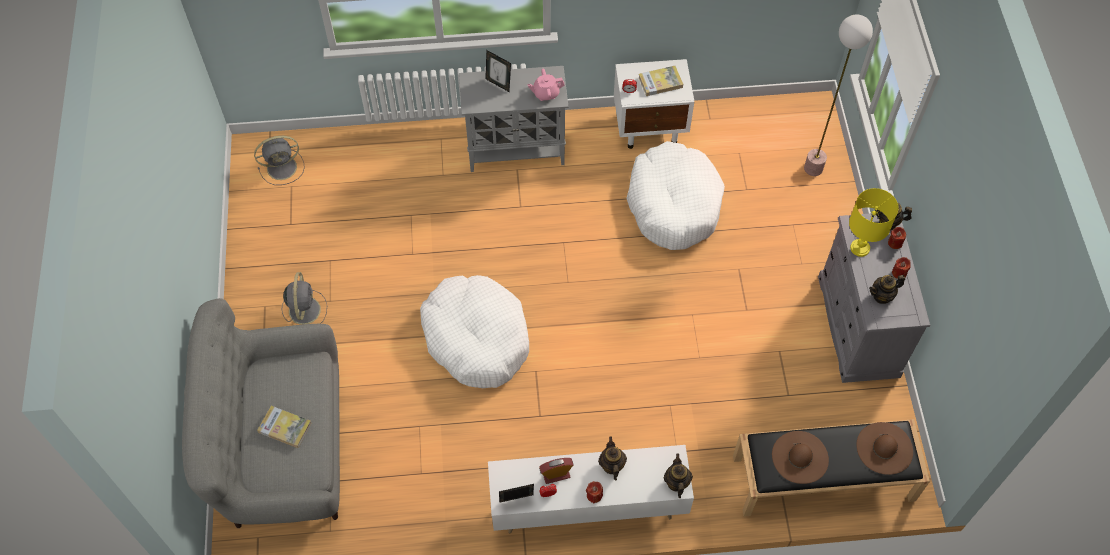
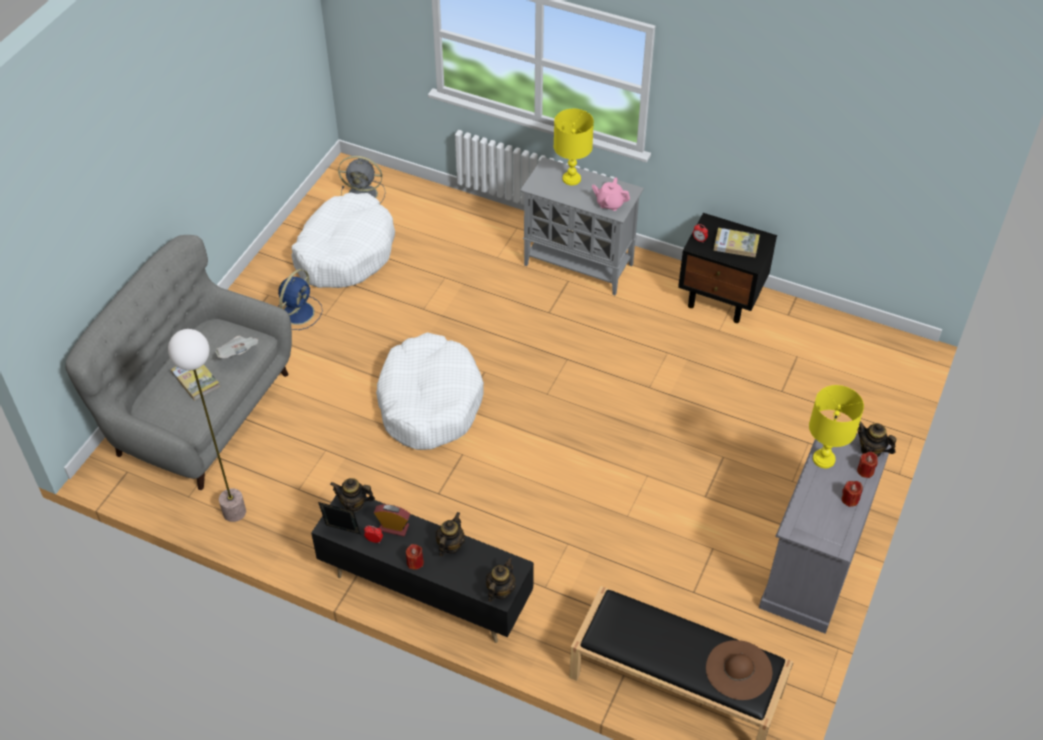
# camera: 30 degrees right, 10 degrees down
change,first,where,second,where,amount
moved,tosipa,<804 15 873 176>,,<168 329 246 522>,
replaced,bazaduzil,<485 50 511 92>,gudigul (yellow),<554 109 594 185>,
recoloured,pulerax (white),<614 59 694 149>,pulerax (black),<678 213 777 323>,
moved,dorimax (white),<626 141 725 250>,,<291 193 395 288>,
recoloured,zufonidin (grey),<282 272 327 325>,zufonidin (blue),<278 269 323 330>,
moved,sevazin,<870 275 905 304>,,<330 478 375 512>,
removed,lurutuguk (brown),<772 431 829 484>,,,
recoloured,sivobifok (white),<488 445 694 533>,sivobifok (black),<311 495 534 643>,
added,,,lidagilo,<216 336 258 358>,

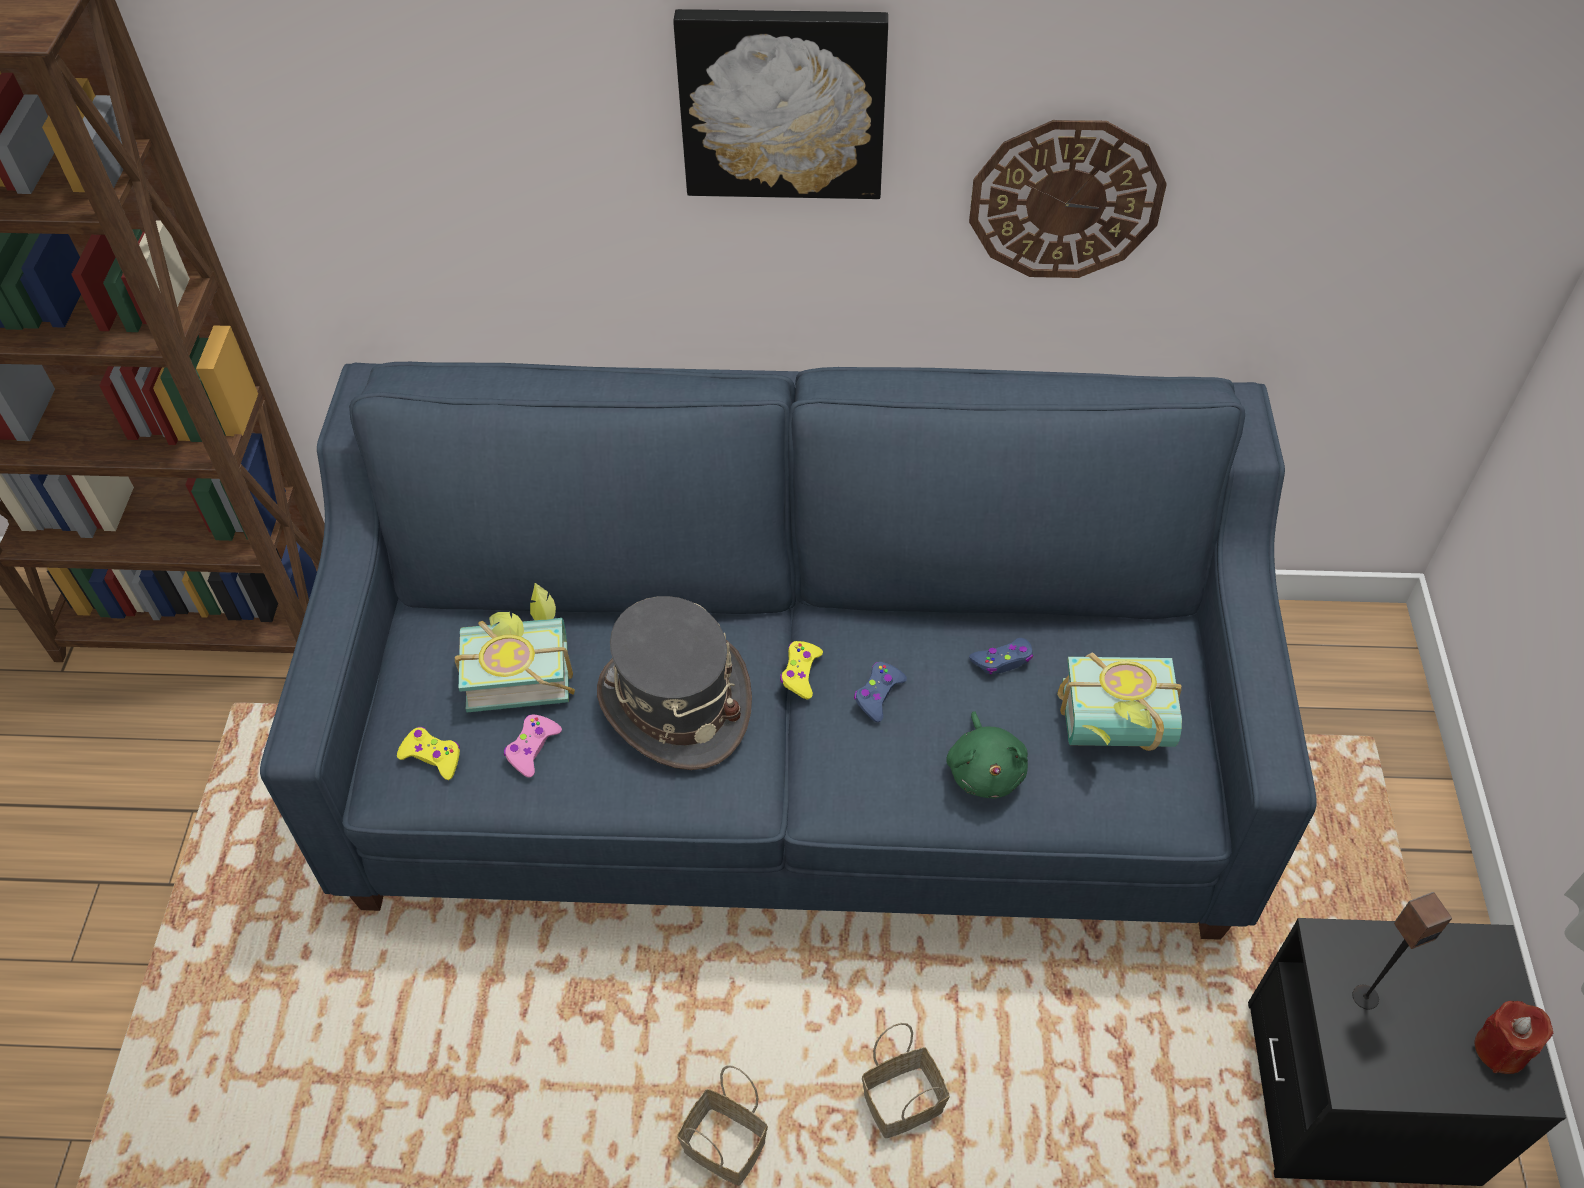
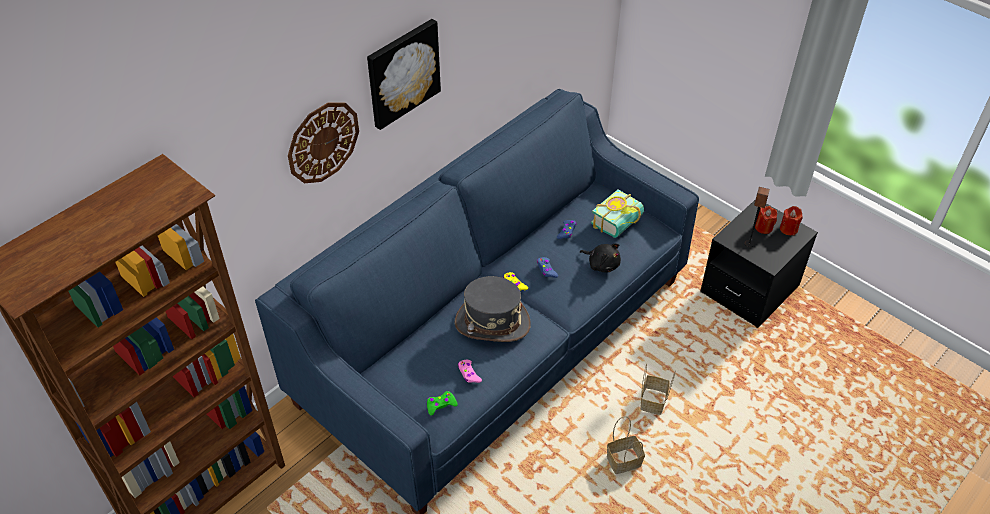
# camera: 50 degrees left, 5 degrees down
change,first,where,second,where,amount
moved,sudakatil,<969 120 1167 278>,,<288 103 359 183>,
removed,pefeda,<455 583 575 712>,,,
recoloured,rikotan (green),<946 711 1028 799>,rikotan (black),<580 243 621 273>,
recoloured,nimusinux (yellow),<397 727 460 780>,nimusinux (green),<427 391 458 415>,
added,,,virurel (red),<755 206 777 234>,

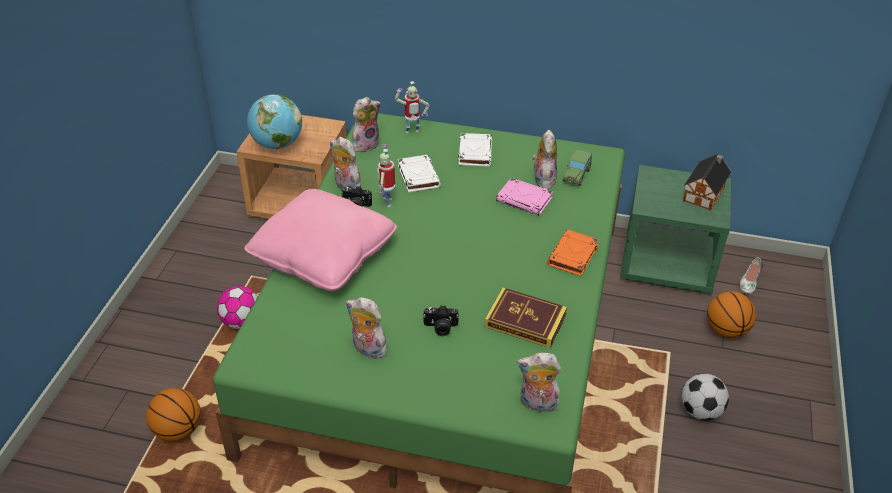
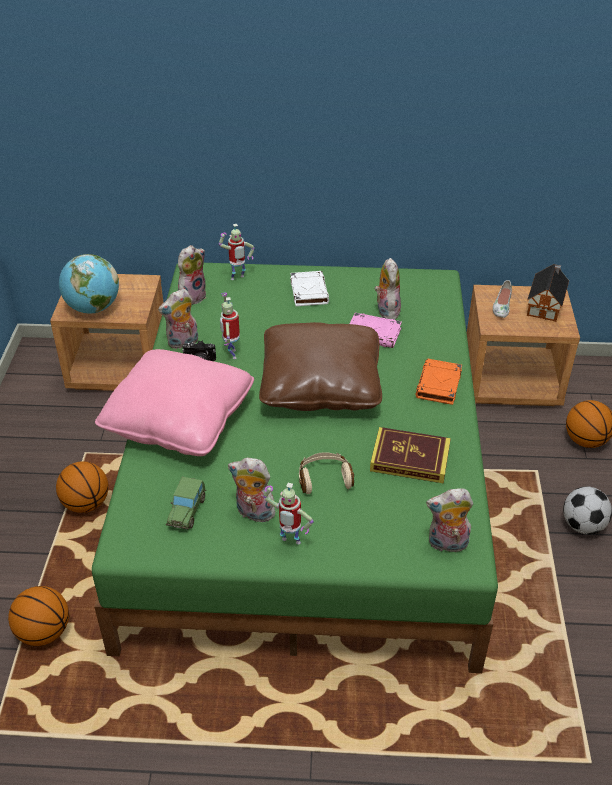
# camera: 10 degrees left, 0 degrees up
change,first,where,second,where,amount
turned,rikotan,<330 137 362 190>,,<158 289 198 349>,60 degrees counterclockwise
moved,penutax,<562 149 592 186>,,<166 477 206 530>,
removed,pefeda (white),<398 155 441 192>,,,
recoloured,pulerax (green),<620 165 731 293>,pulerax (brown),<467 285 580 406>,
moved,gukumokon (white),<740 257 761 294>,,<493 280 512 318>,
replaced,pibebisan,<217 286 258 329>,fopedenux,<56 461 108 513>,
replaced,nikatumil,<423 305 459 336>,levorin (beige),<299 452 354 494>,
added,,,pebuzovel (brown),<259 322 382 411>,
added,,,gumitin,<263 483 314 545>,

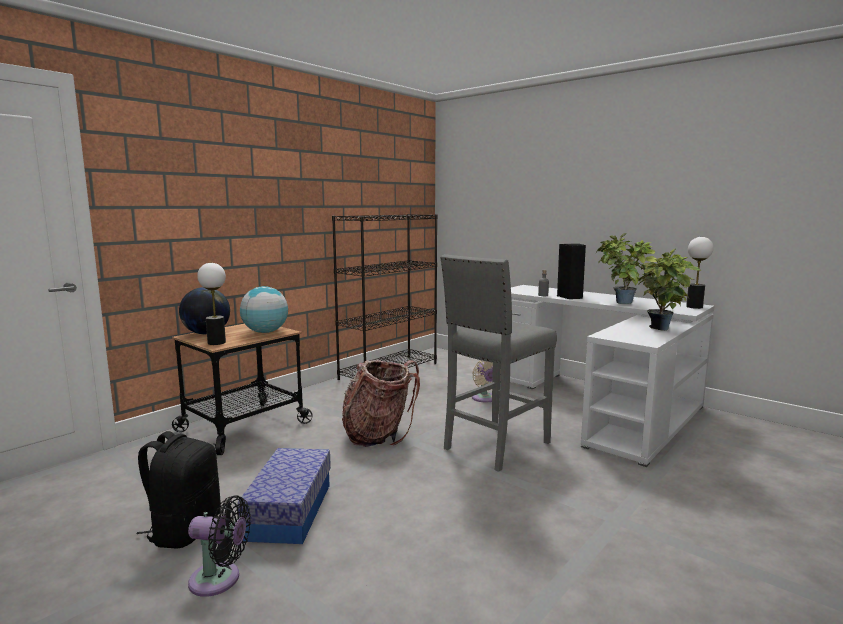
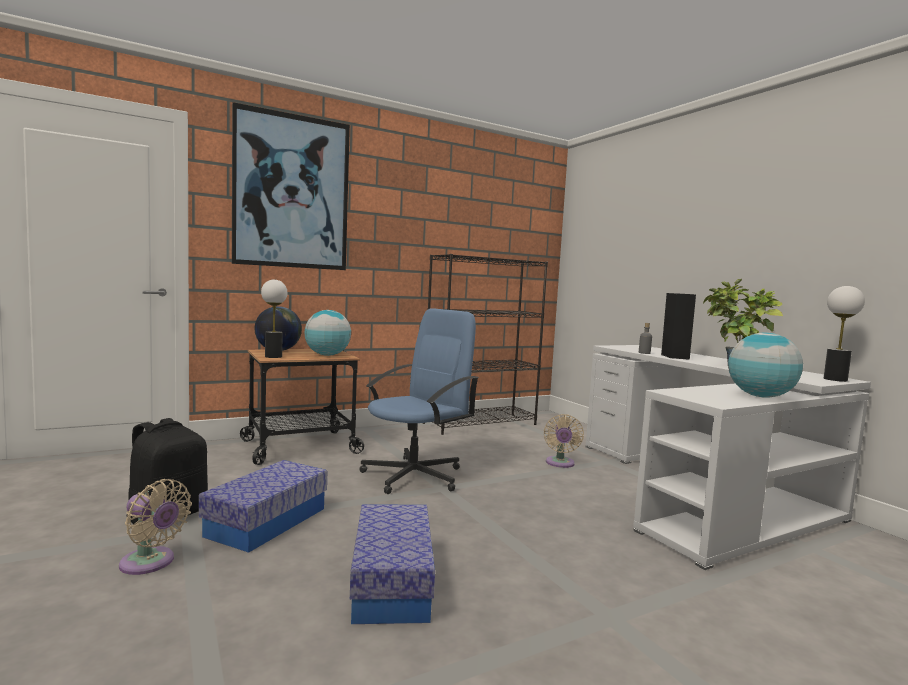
# camera: 20 degrees right, 5 degrees down
change,first,where,second,where,amount
replaced,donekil,<638 249 701 331>,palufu,<728 333 803 398>,
removed,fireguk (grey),<440 254 557 472>,,,
replaced,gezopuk,<342 360 420 447>,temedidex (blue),<359 308 479 494>,
recoloured,zufonidin (black),<188 495 251 597>,zufonidin (beige),<119 479 192 575>,
added,,,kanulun,<232 102 350 270>,
added,,,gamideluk,<350 504 435 624>,

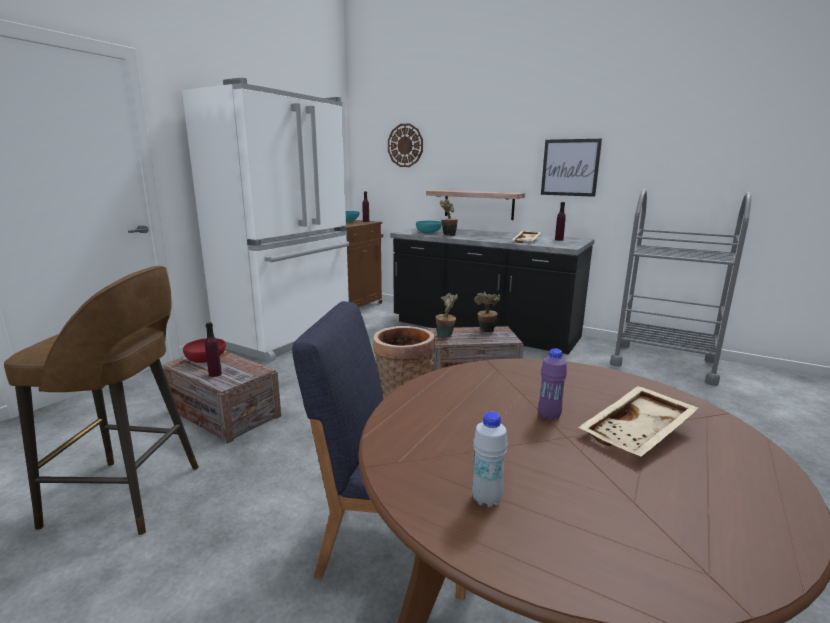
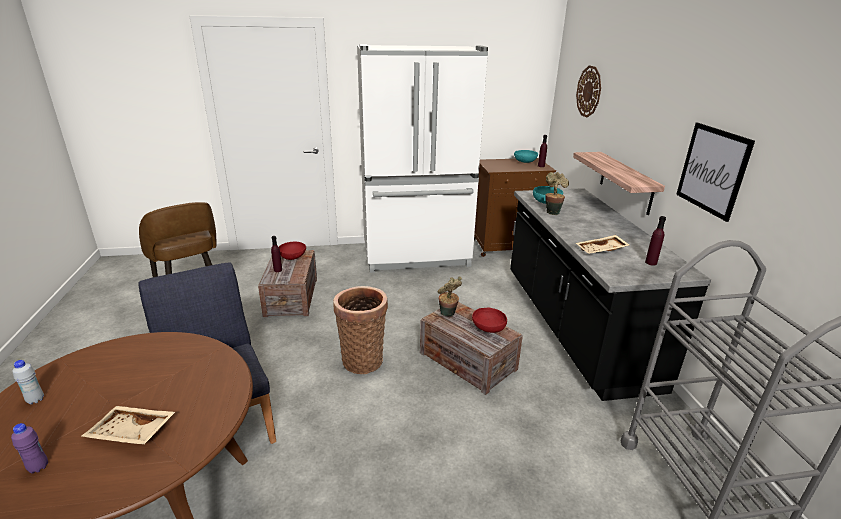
# camera: 50 degrees right, 10 degrees up
change,first,where,second,where,amount
replaced,donekil,<474 292 500 332>,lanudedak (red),<472 308 507 333>,
moved,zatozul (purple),<538 348 567 421>,,<11 423 48 473>,

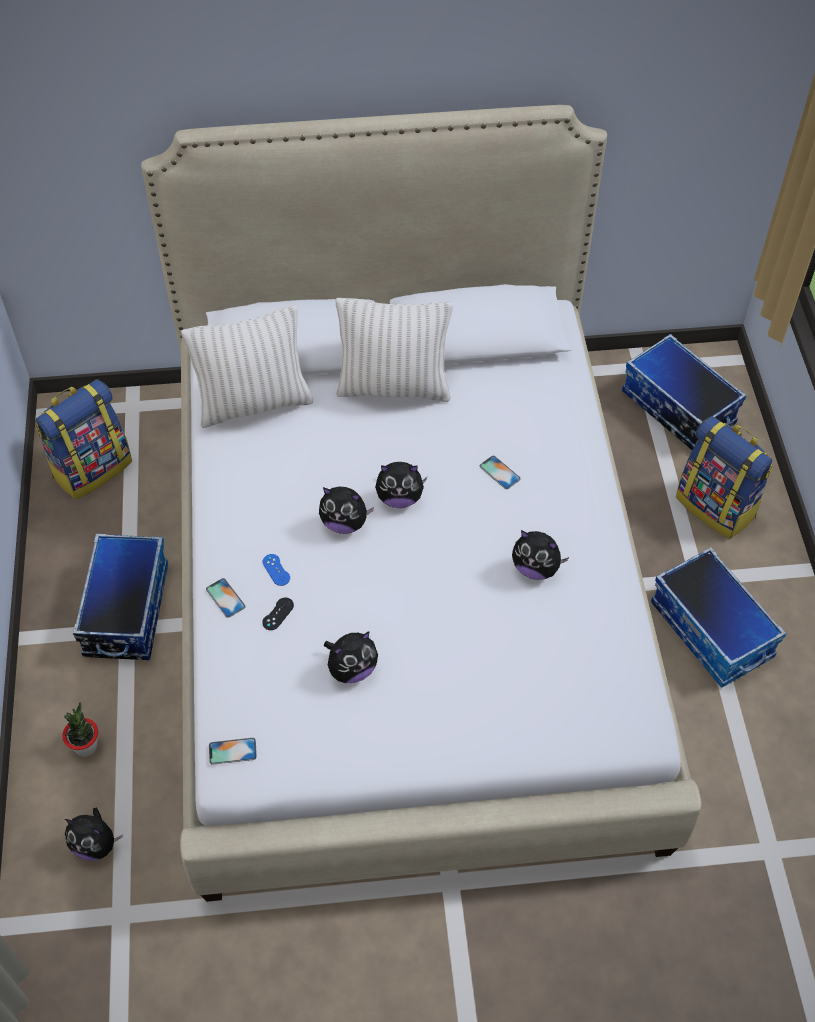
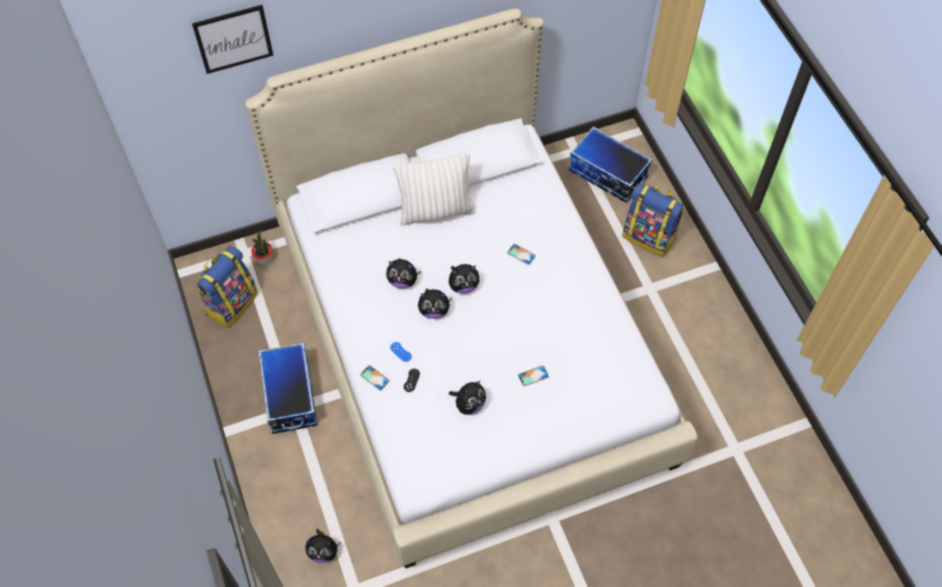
# camera: 15 degrees left, 5 degrees up
change,first,where,second,where,amount
removed,pebuzovel (white),<181 305 313 428>,,,
moved,rikotan,<512 530 569 580>,,<386 258 422 289>,
removed,gamideluk,<651 547 787 688>,,,
moved,donekil,<62 702 98 757>,,<251 230 272 265>,
moved,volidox,<209 738 257 765>,,<518 366 549 386>,
added,,,kanulun,<192 5 274 74>,

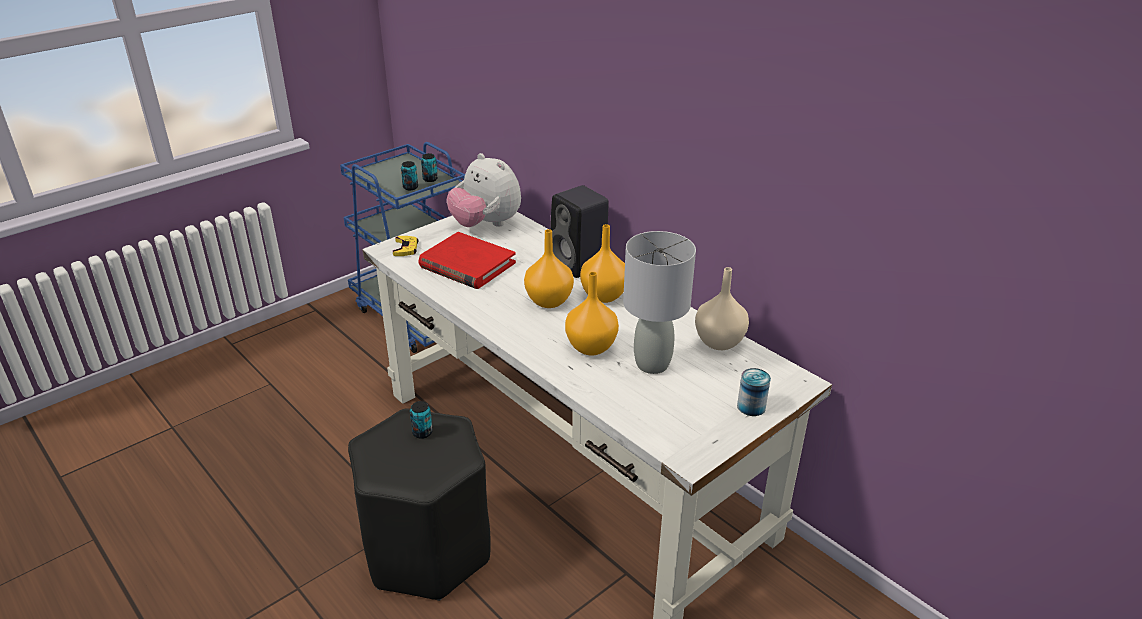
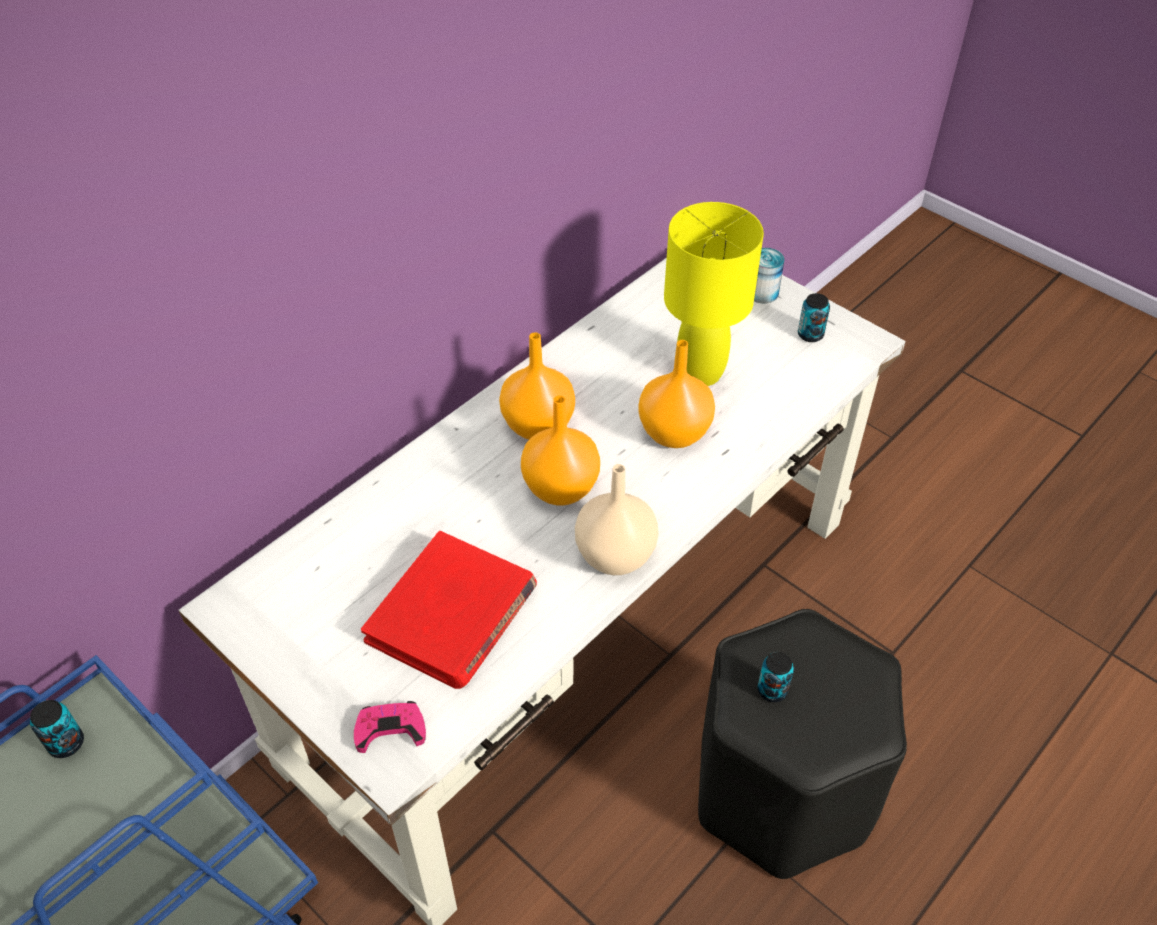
# camera: 95 degrees left, 15 degrees up
change,first,where,second,where,amount
removed,rikotan,<447 153 521 227>,,,
moved,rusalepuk,<401 161 418 191>,,<798 293 830 342>,
removed,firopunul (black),<550 185 609 278>,,,
recoloured,gudigul (grey),<623 231 696 374>,gudigul (yellow),<664 202 764 386>,
recoloured,nimusinux (yellow),<393 236 418 256>,nimusinux (pink),<354 701 426 753>,
moved,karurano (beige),<695 267 749 350>,,<575 464 659 575>,

